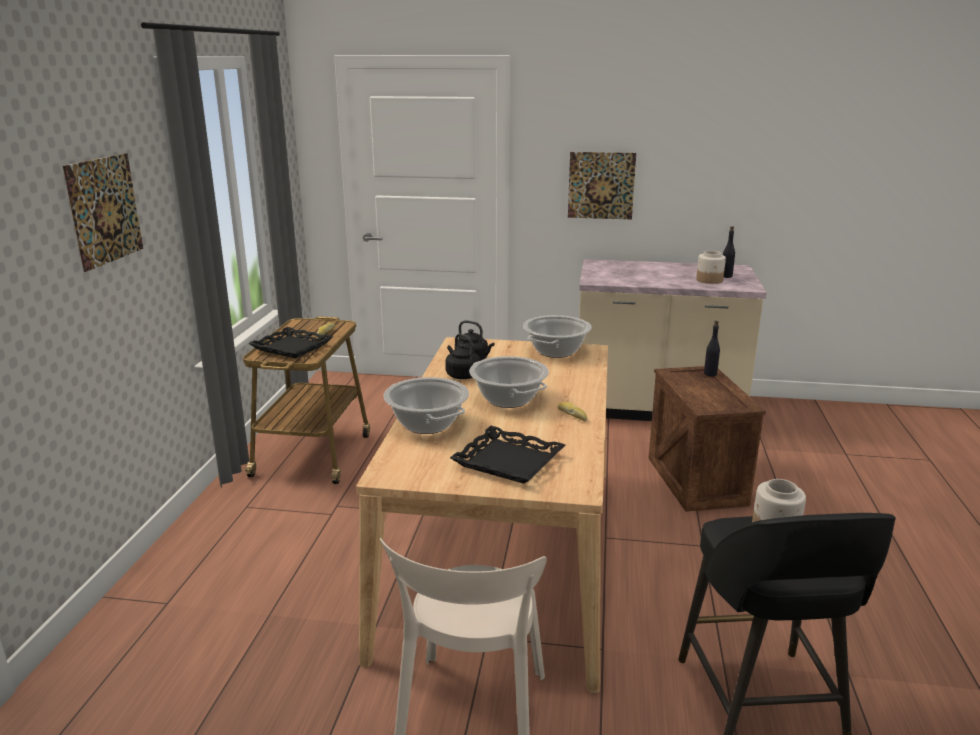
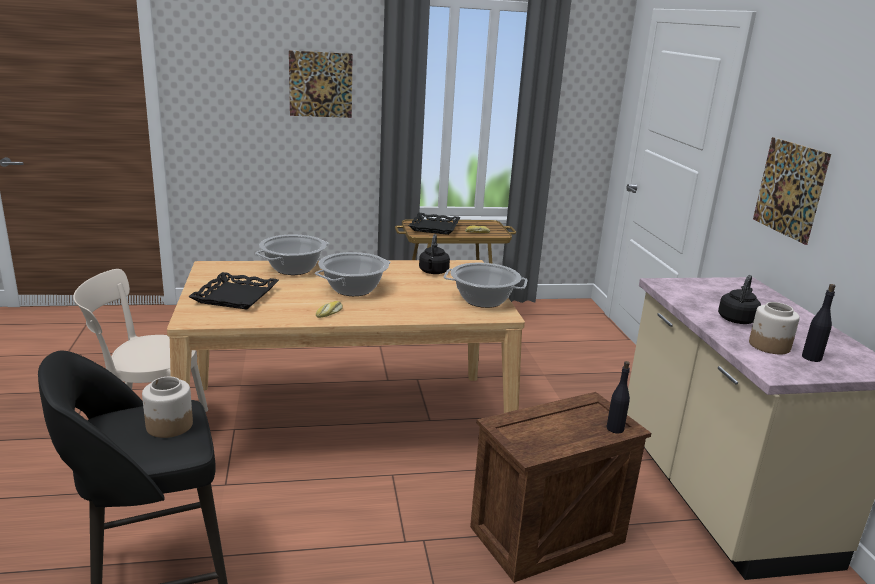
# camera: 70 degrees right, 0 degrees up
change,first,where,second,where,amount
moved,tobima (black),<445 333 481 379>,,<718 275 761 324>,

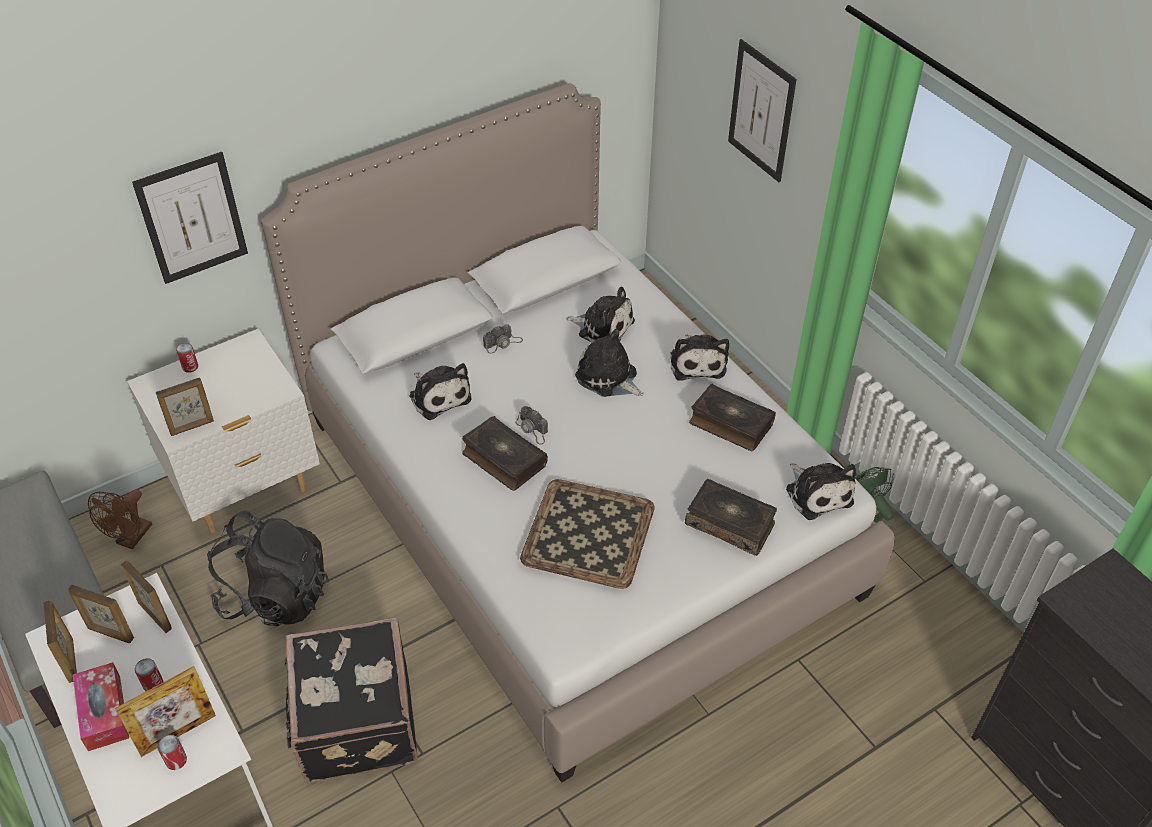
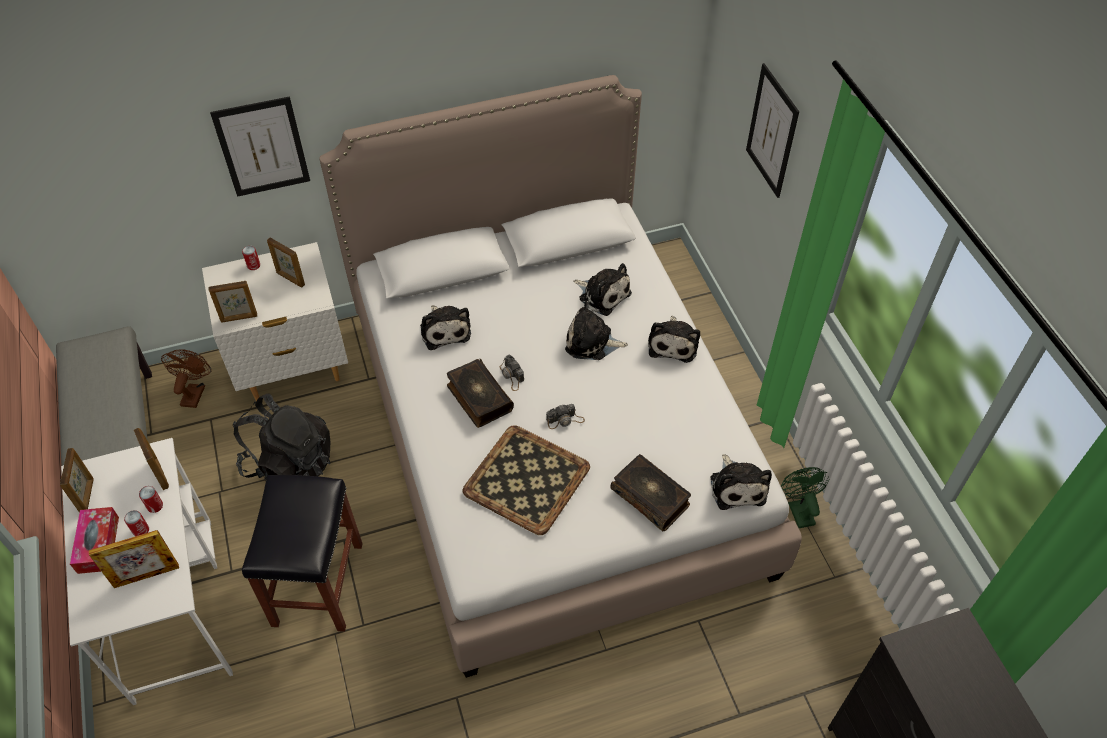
# camera: 15 degrees right, 5 degrees up
change,first,where,second,where,amount
moved,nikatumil,<483 324 523 354>,,<546 404 585 429>,
turned,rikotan,<575 329 644 397>,,<565 301 628 360>,45 degrees counterclockwise
removed,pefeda,<689 384 776 451>,,,
turned,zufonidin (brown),<88 489 152 550>,,<161 349 211 408>,150 degrees clockwise
moved,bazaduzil,<68 584 134 643>,,<267 237 305 287>,
replaced,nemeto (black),<283 617 417 782>,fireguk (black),<242 475 363 632>,
moved,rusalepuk,<157 735 187 770>,,<139 486 163 513>,

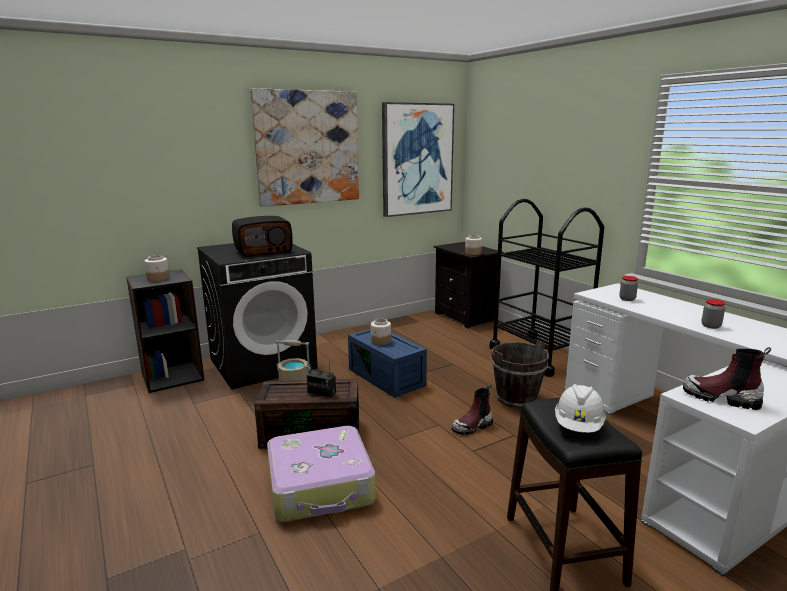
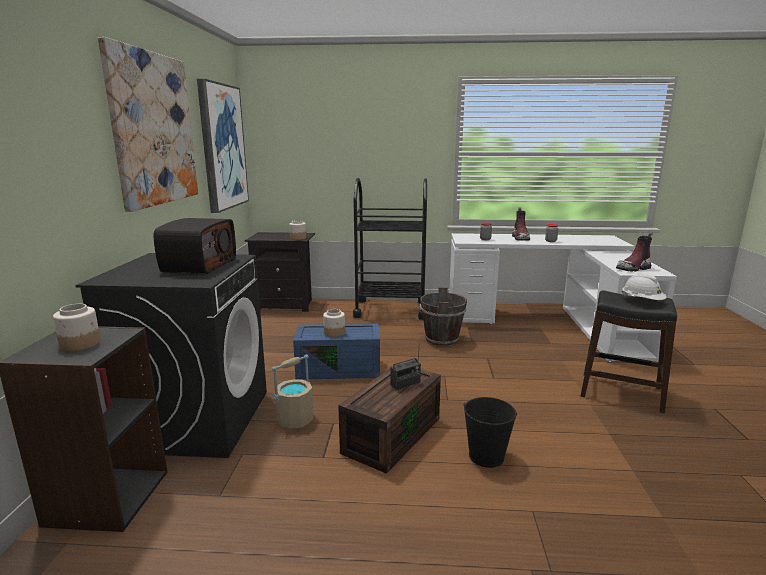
# camera: 55 degrees left, 0 degrees up
change,first,where,second,where,amount
moved,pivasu,<451 384 493 435>,,<512 207 530 241>,
replaced,nemeto,<267 426 376 522>,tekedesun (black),<463 397 517 468>,

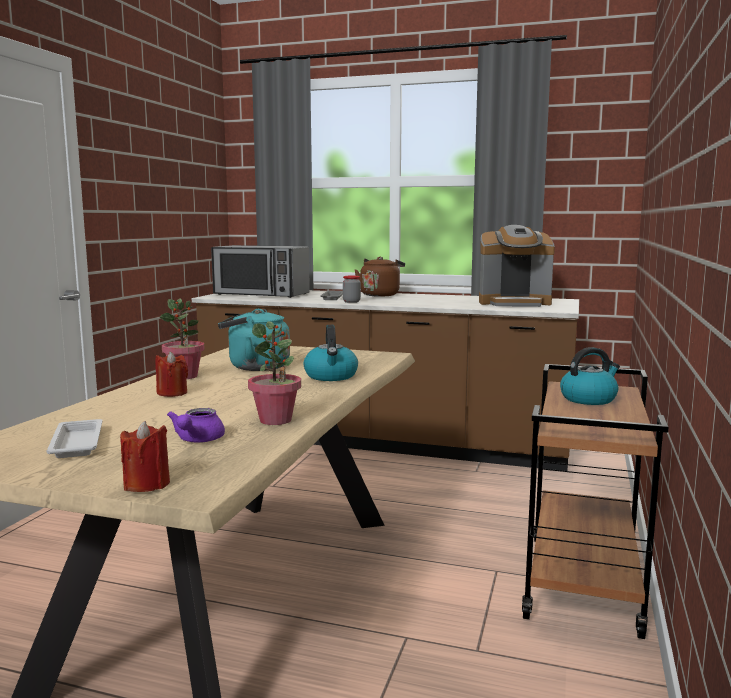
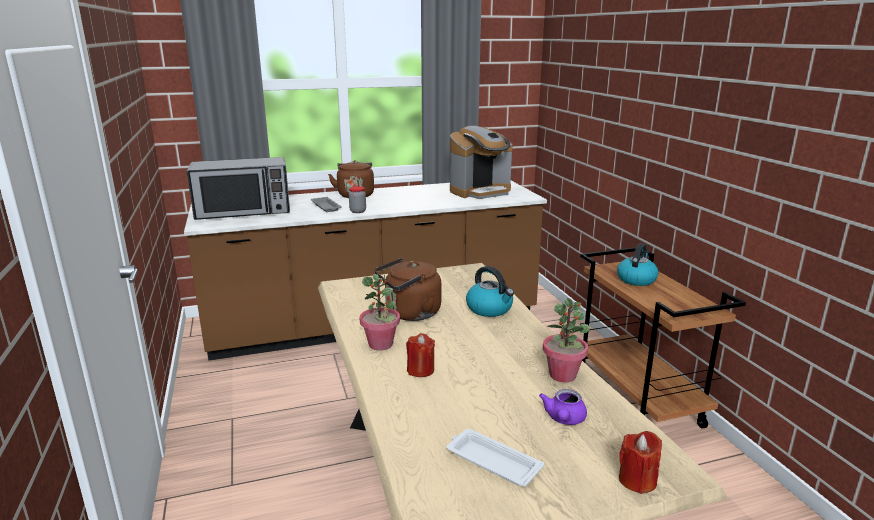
# camera: 35 degrees left, 10 degrees up
change,first,where,second,where,amount
recoloured,tobima (turquoise),<218 309 290 371>,tobima (brown),<375 258 441 321>,
turned,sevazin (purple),<167 408 225 443>,,<539 389 587 425>,45 degrees clockwise

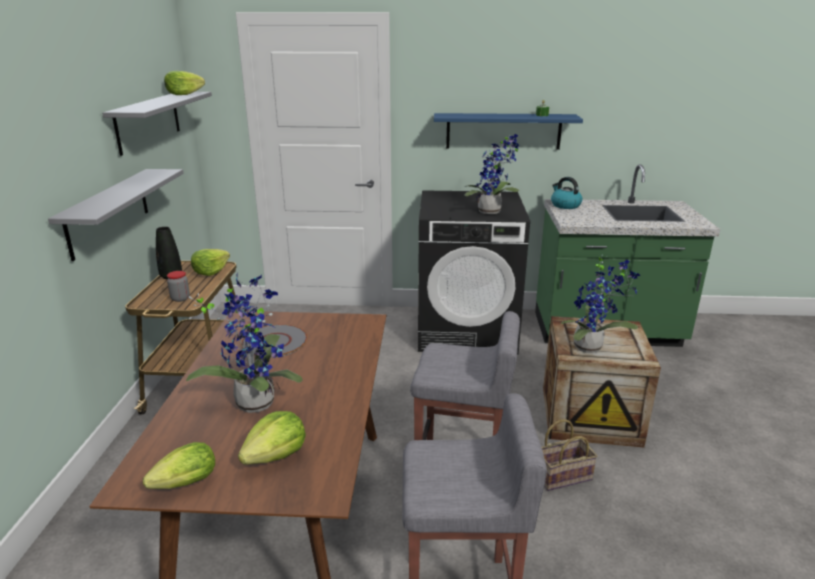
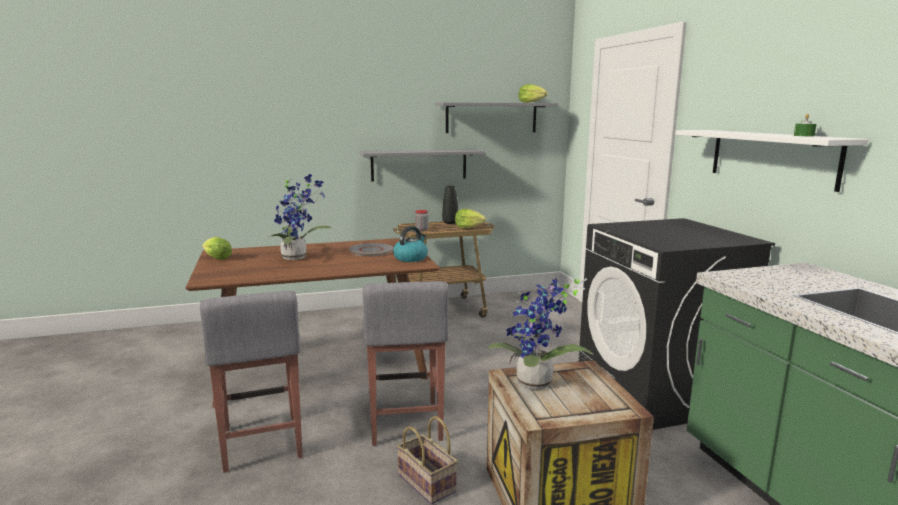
# camera: 70 degrees right, 10 degrees down
change,first,where,second,where,amount
recoloured,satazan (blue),<434 113 583 150>,satazan (white),<675 130 868 192>,
removed,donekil,<465 134 519 214>,,,
moved,tobima,<551 177 582 209>,,<393 226 428 262>,
removed,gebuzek,<238 411 306 465>,,,

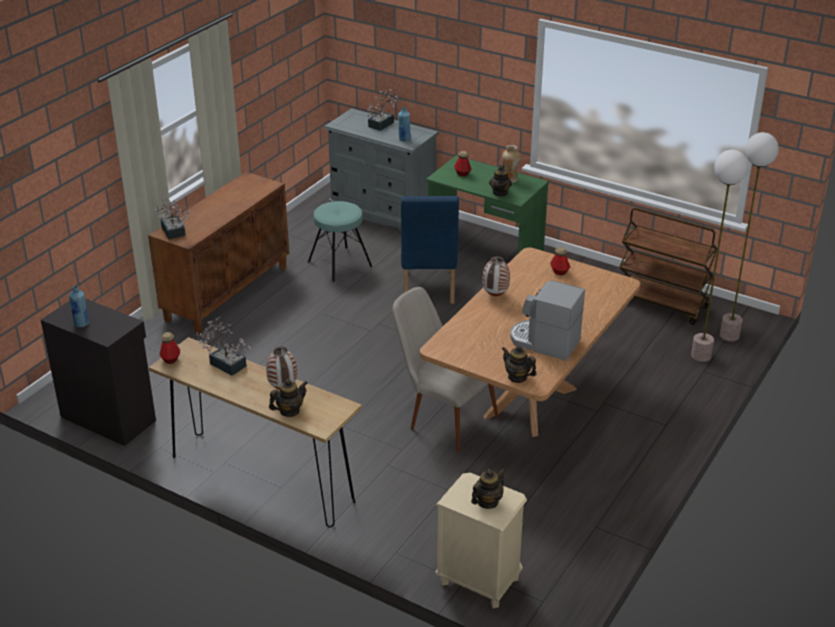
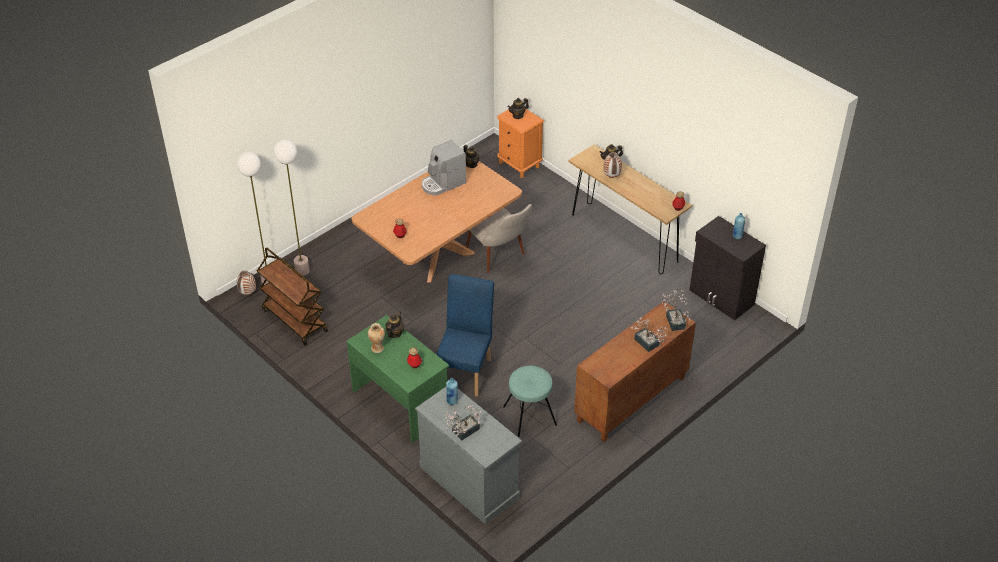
# camera: 165 degrees left, 10 degrees up
change,first,where,second,where,amount
moved,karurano,<482 256 510 296>,,<237 270 256 295>,
turned,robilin,<510 280 585 361>,,<422 140 466 196>,105 degrees clockwise
moved,donekil,<196 317 251 376>,,<631 318 668 352>,
recoloured,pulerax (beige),<435 473 527 608>,pulerax (orange),<497 109 544 178>,

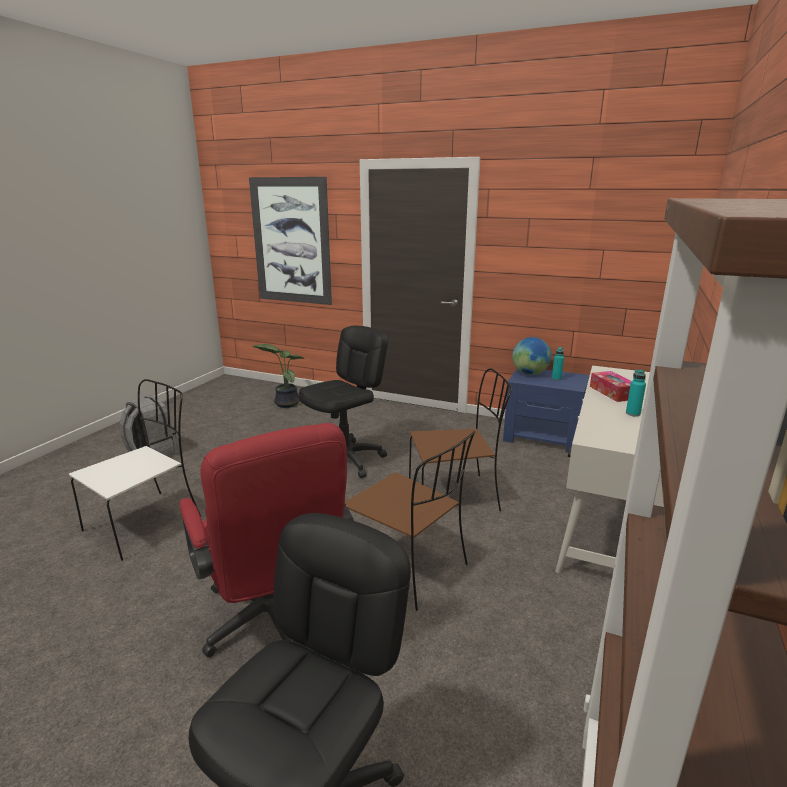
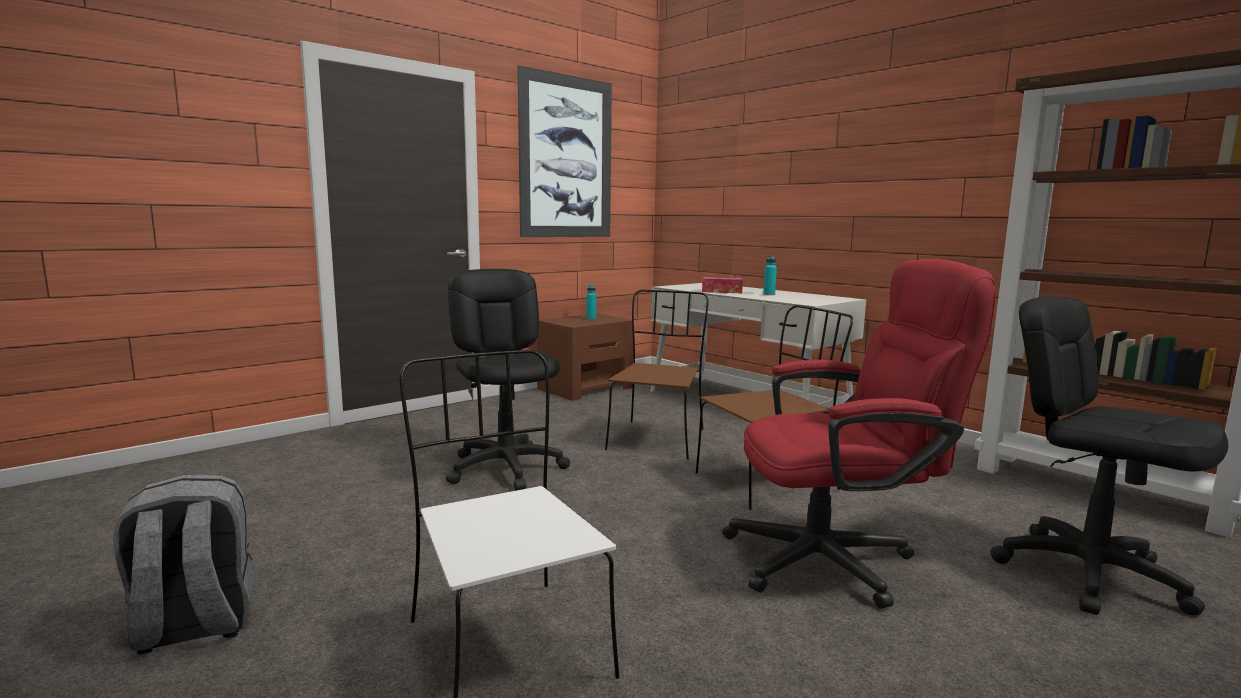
# camera: 65 degrees left, 10 degrees down
change,first,where,second,where,amount
moved,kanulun,<249 177 332 305>,,<517 65 612 237>,
removed,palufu,<512 337 552 375>,,,
removed,donekil,<252 344 306 408>,,,
recoloured,pulerax (blue),<503 369 590 453>,pulerax (brown),<537 313 633 401>,

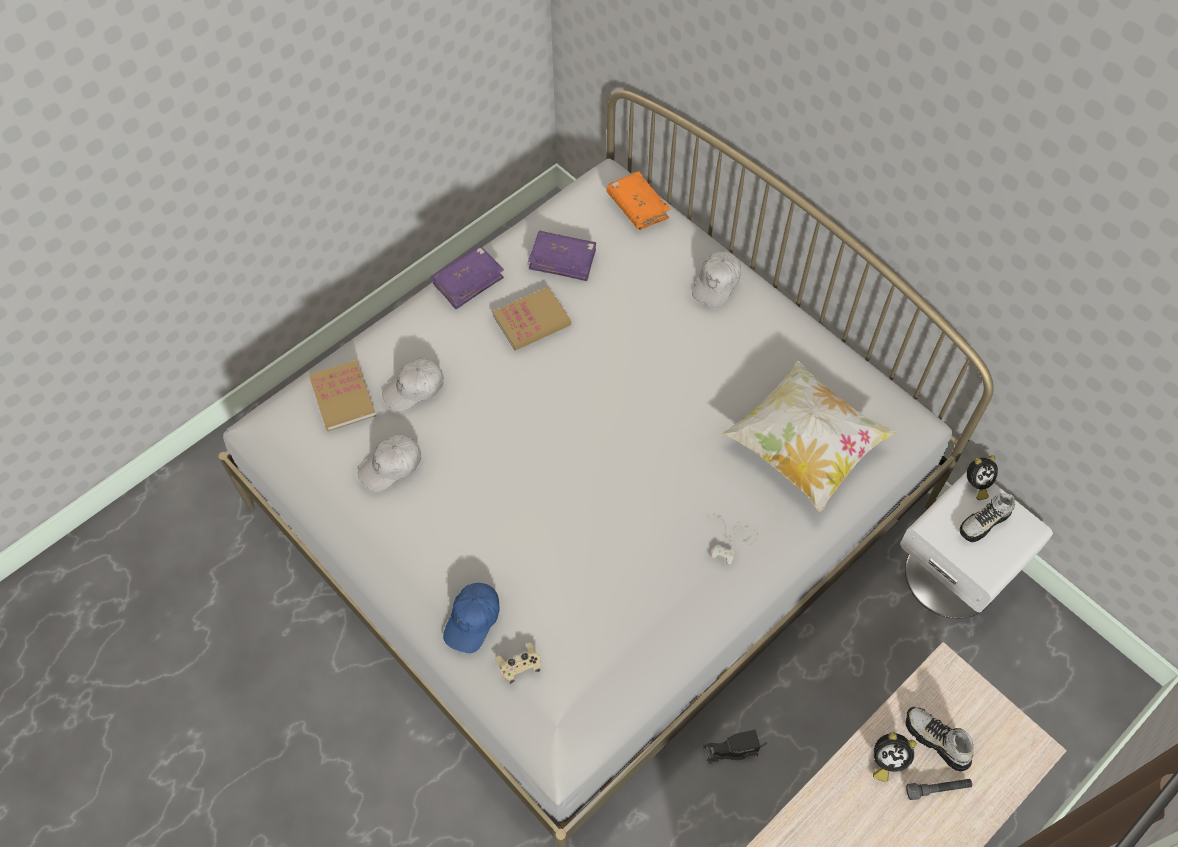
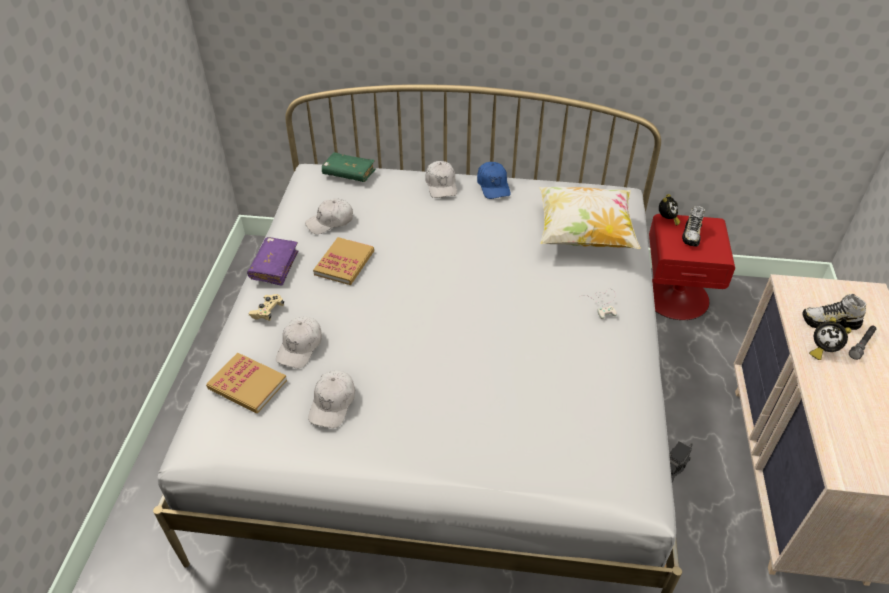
# camera: 40 degrees left, 15 degrees down
change,first,where,second,where,amount
recoloured,pefeda (orange),<606 171 671 230>,pefeda (green),<322 152 376 182>,
replaced,pefeda (purple),<528 231 596 281>,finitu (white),<305 198 353 234>,
recoloured,pulerax (white),<900 471 1053 619>,pulerax (red),<649 214 735 320>,
moved,finitu (blue),<443 583 500 653>,,<477 162 511 199>,
moved,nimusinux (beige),<495 642 541 684>,,<248 294 284 321>,
turned,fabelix,<873 732 917 782>,,<809 317 851 360>,60 degrees clockwise

